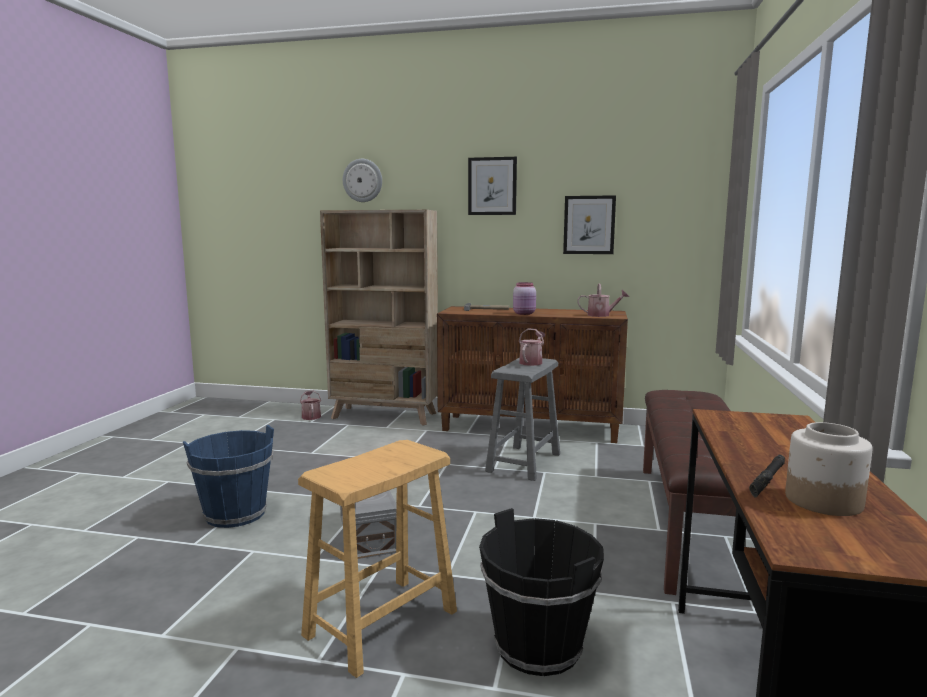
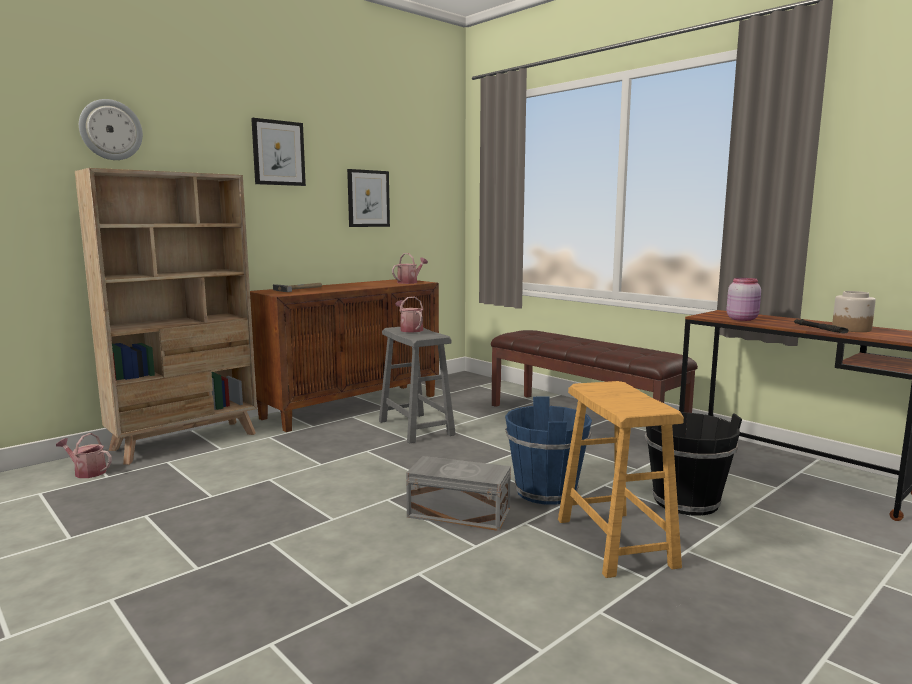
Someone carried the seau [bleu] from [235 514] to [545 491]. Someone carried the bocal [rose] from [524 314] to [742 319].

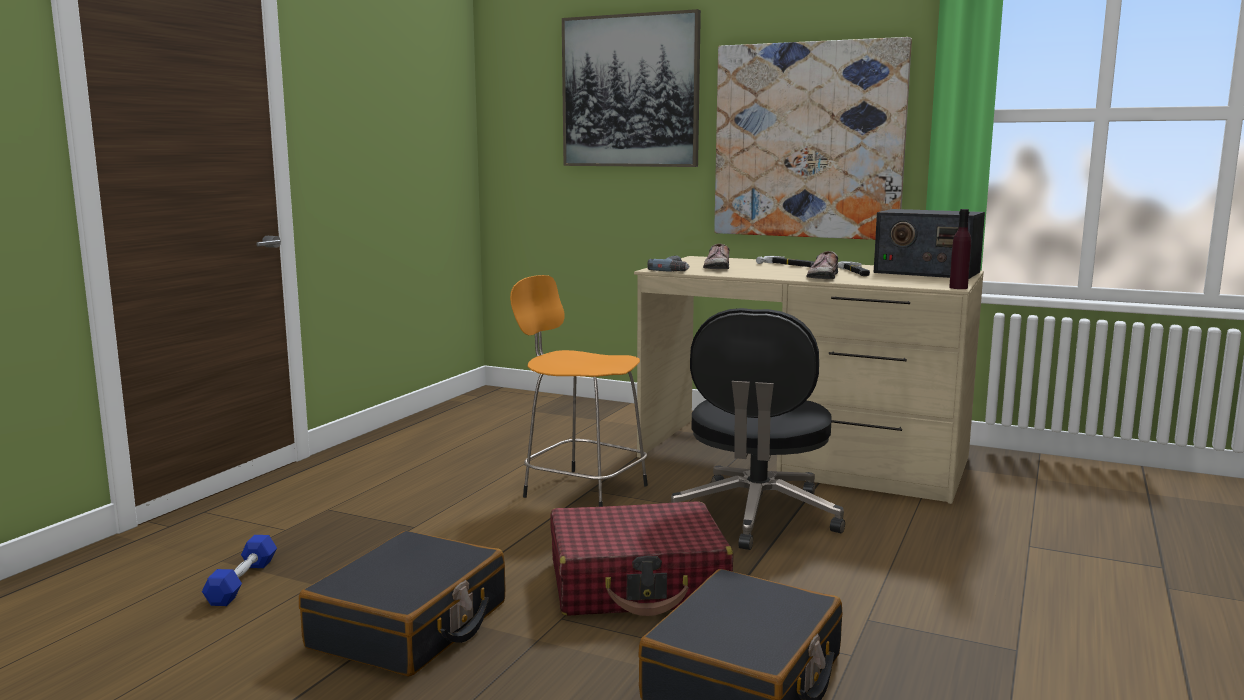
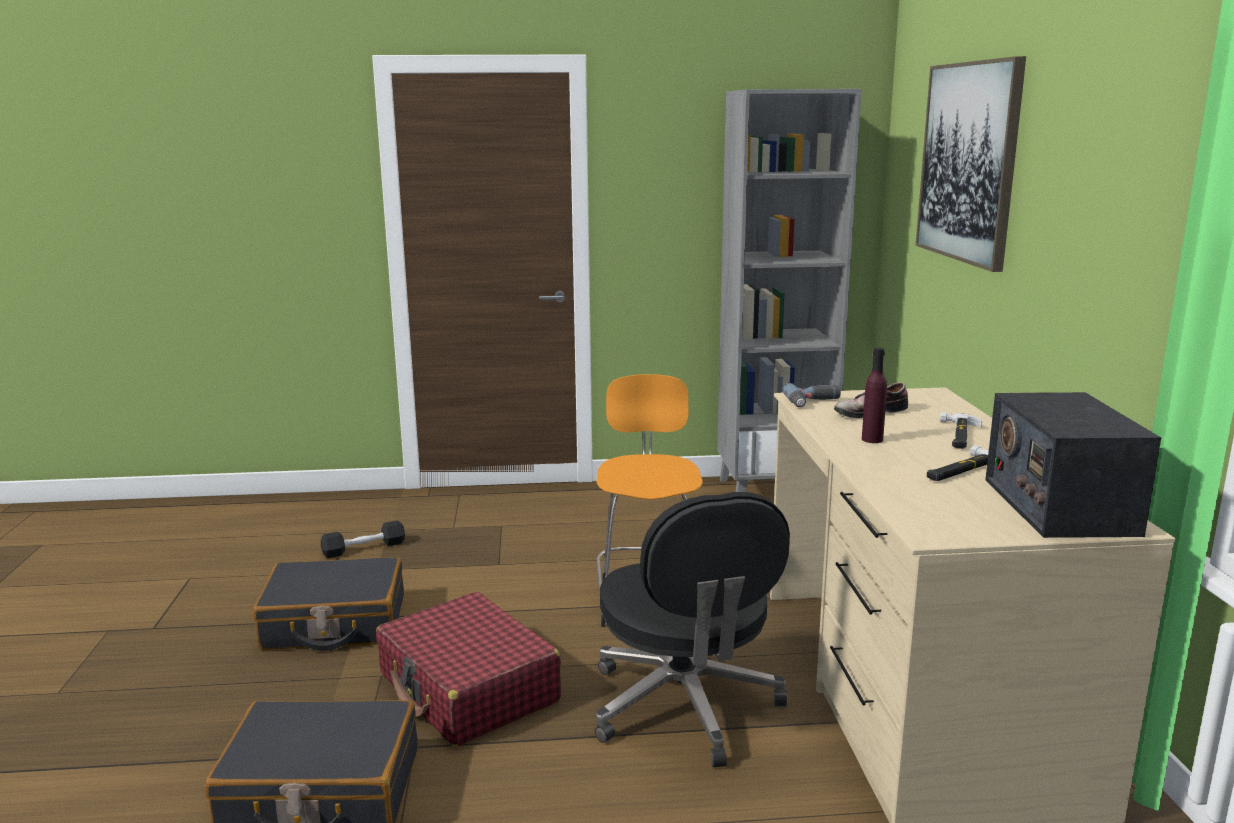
Someone repainted the haltère [bleu] at [242 581], which became the haltère [noir] at [364 548]. Someone rotated the chaise de bureau [noir] at [756 516] by 90 degrees counterclockwise. Someone put down the bibliothèque [gris] at [774 491]. Someone carried the bouteille [violet] from [958 288] to [872 439]. Someone took away the tableau at [808 141]. Someone took away the chaussure at [822 276].

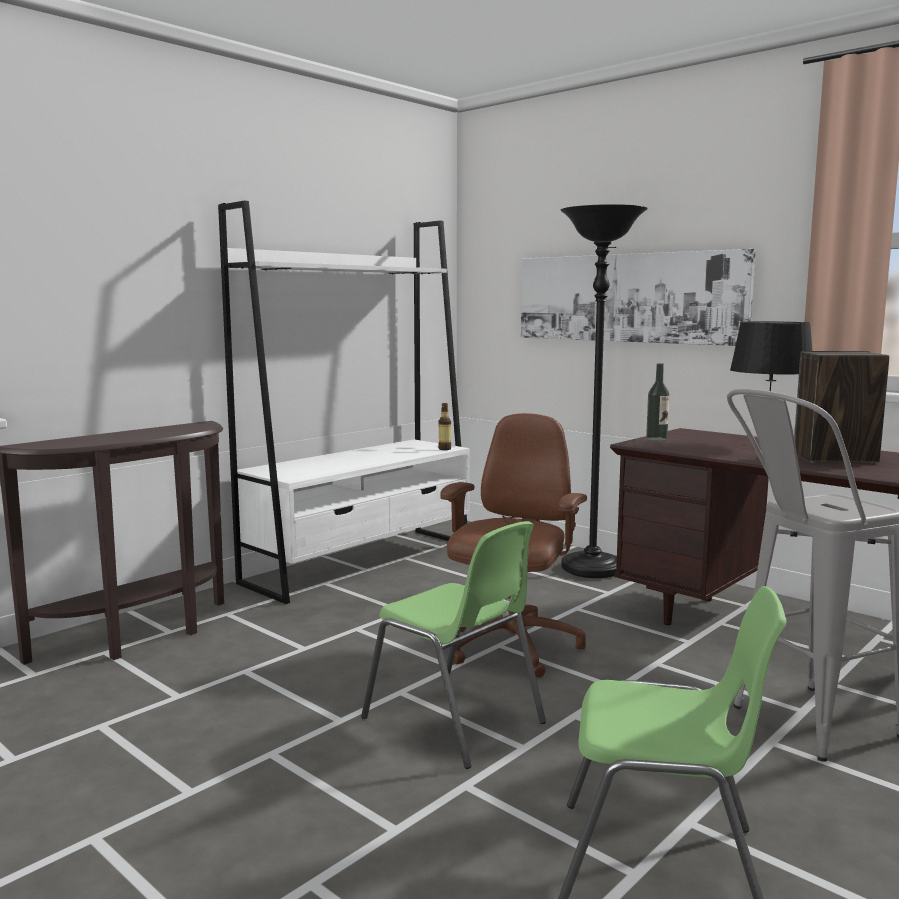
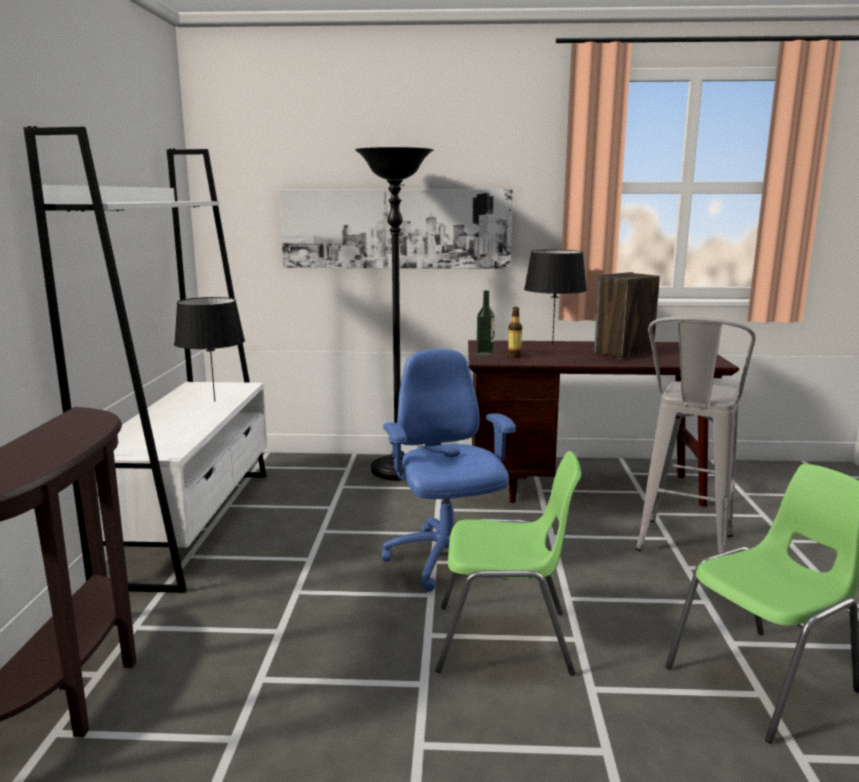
Someone put down the lampe de table [noir] at [214 401]. Someone repainted the chaise de bureau [marron] at [511 648], which became the chaise de bureau [bleu] at [446 560]. Someone carried the bouteille from [444 449] to [514 356].

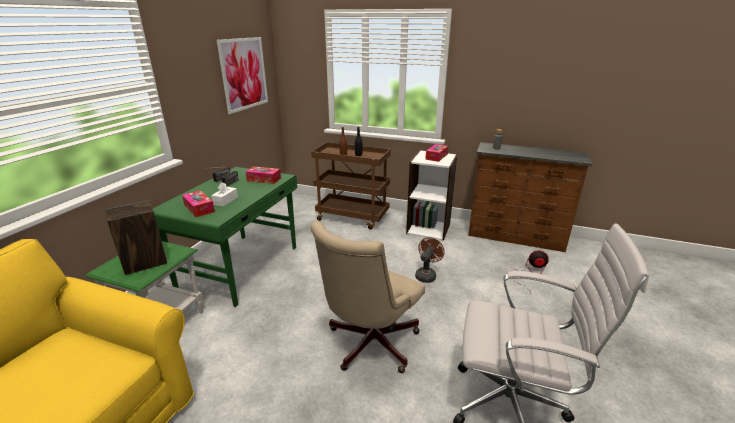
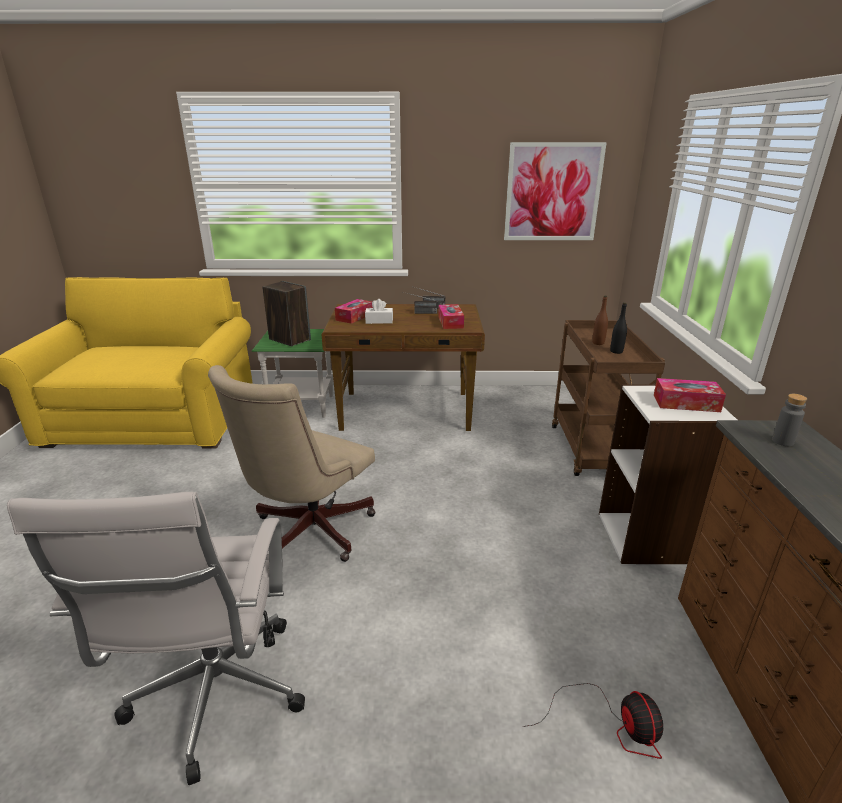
Someone rotated the chaise de bureau [beige] at [369 345] by 75 degrees counterclockwise. Someone repainted the bureau [vert] at [241 267], which became the bureau [marron] at [406 411]. Someone took away the ventilateur [marron] at [426 275].

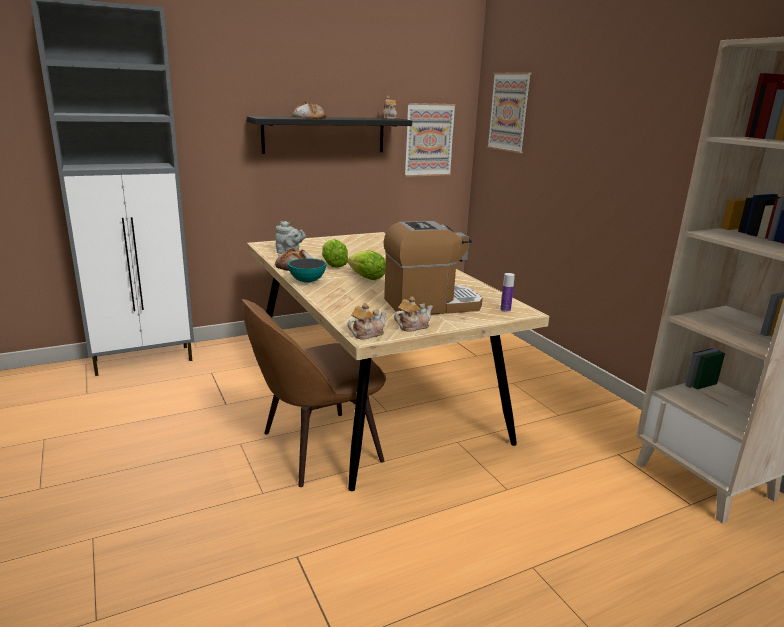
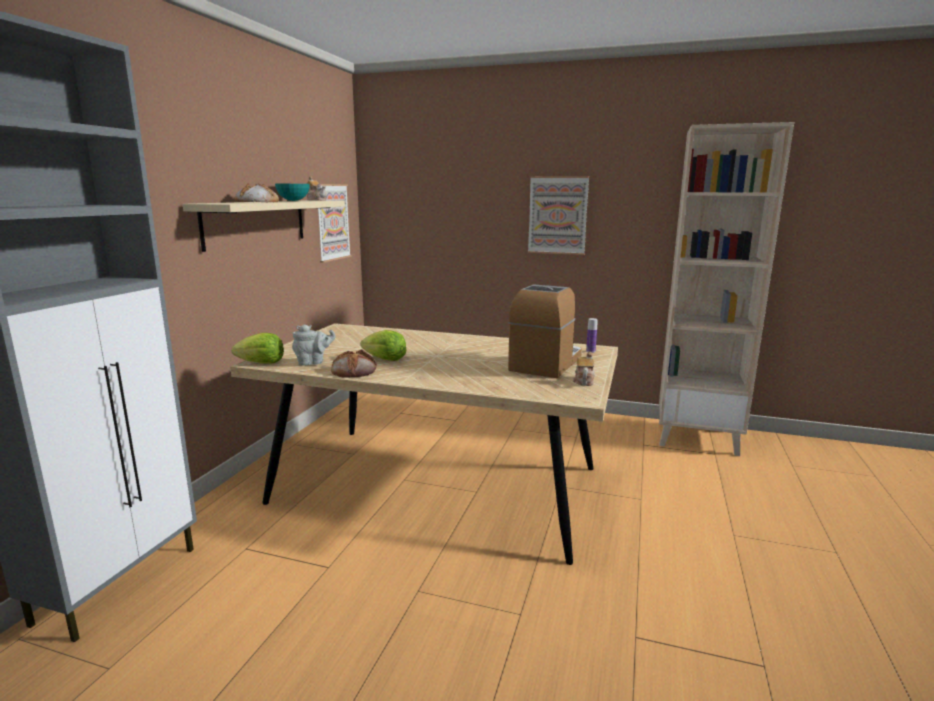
Someone repainted the étagère [noir] at [324 135], which became the étagère [beige] at [256 223]. Someone carried the laitue from [366 277] to [261 363]. Someone carried the bol from [307 281] to [293 201]. Someone carried the tableau from [509 112] to [557 215]. Someone took away the chaise [marron] at [316 448]. Someone took away the théière at [367 334].

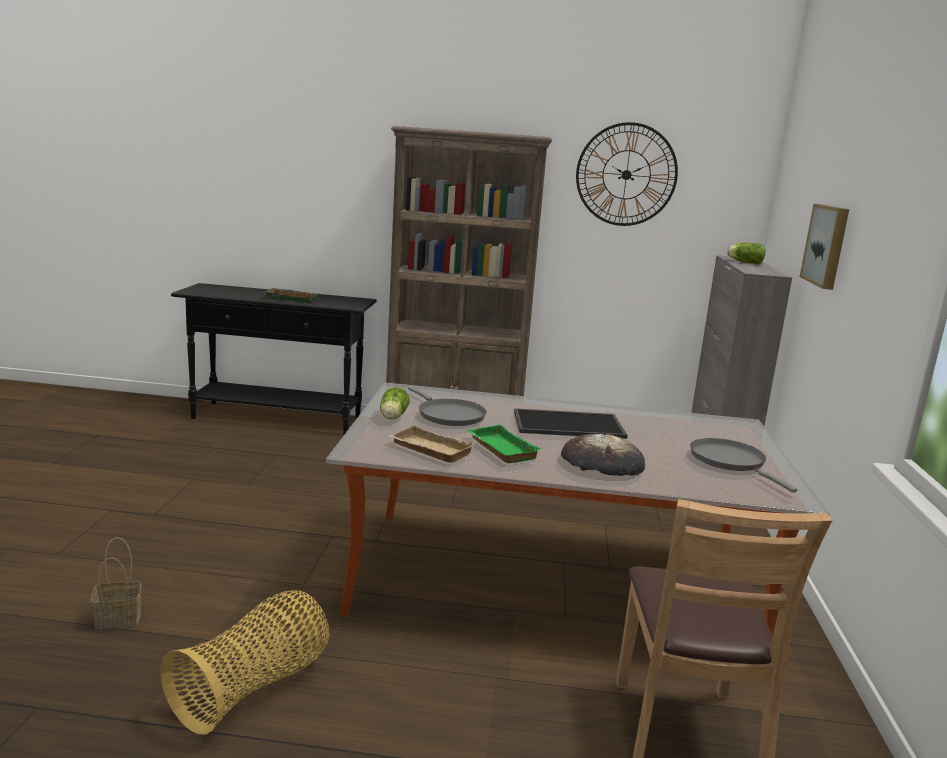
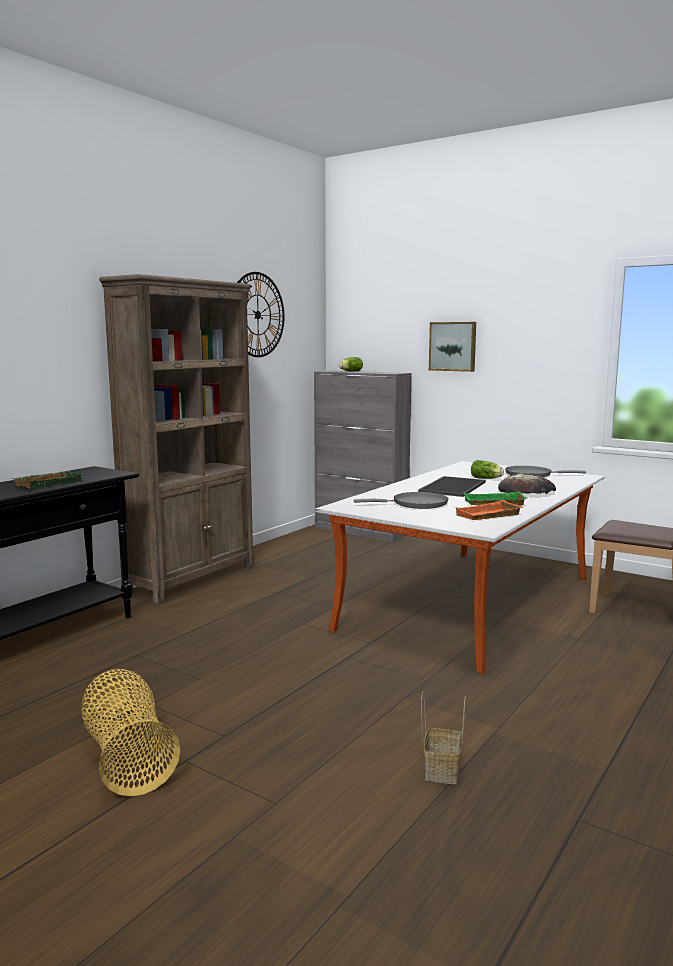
Someone carried the panier from [253 688] to [128 757]. Someone repainted the plateau [beige] at [428 449], which became the plateau [orange] at [488 516]. Someone carried the laitue from [392 417] to [487 479].

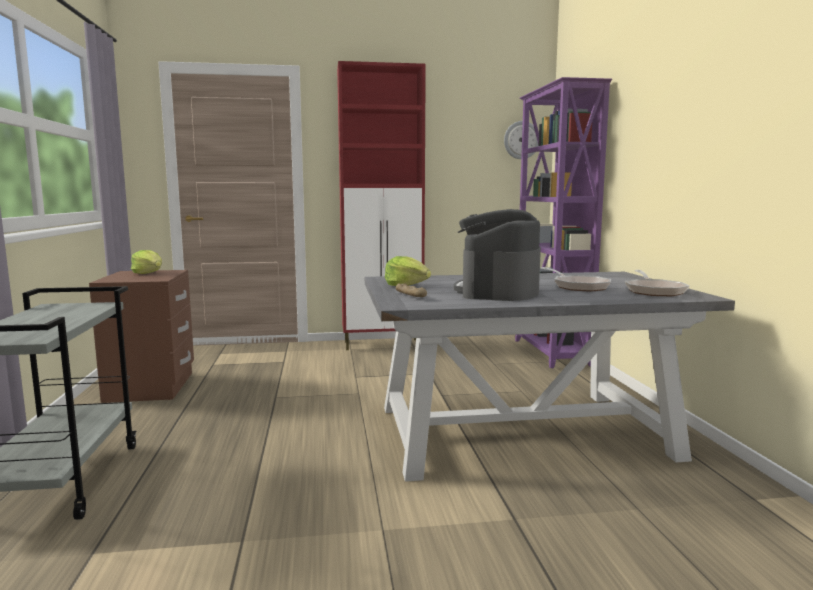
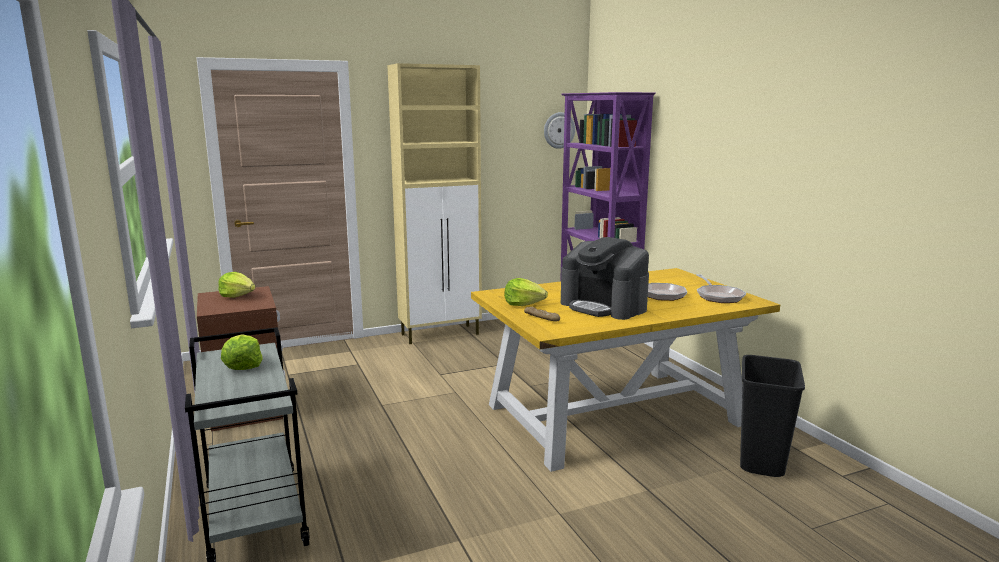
Someone put down the laitue at [243 365]. Someone repainted the meuble de rangement [rouge] at [383 344], which became the meuble de rangement [beige] at [441 334]. Someone repainted the table à manger [gris] at [522 431], which became the table à manger [jaune] at [615 414]. Someone rotated the machine à café at [497 291] by 45 degrees counterclockwise. Someone put down the poubelle [noir] at [762 462].

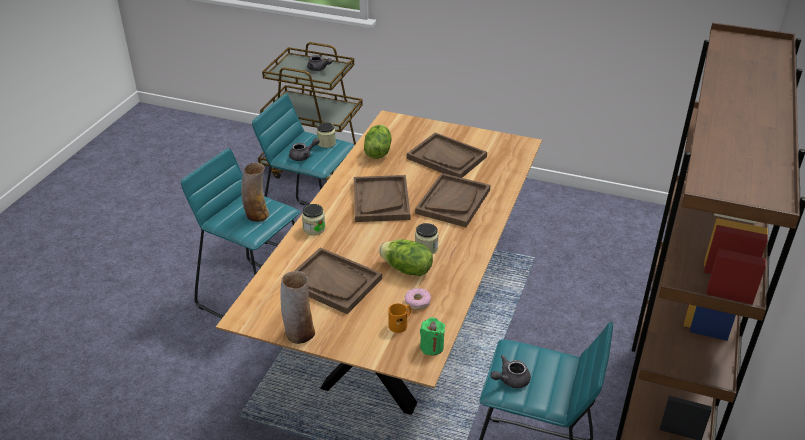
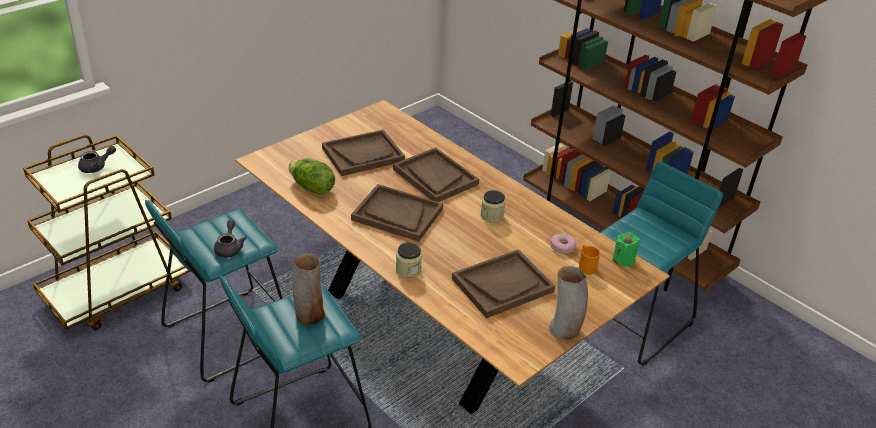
Someone took away the bocal at [326 143]. Someone took away the laitue at [406 269]. Someone took away the théière [gris] at [510 380].

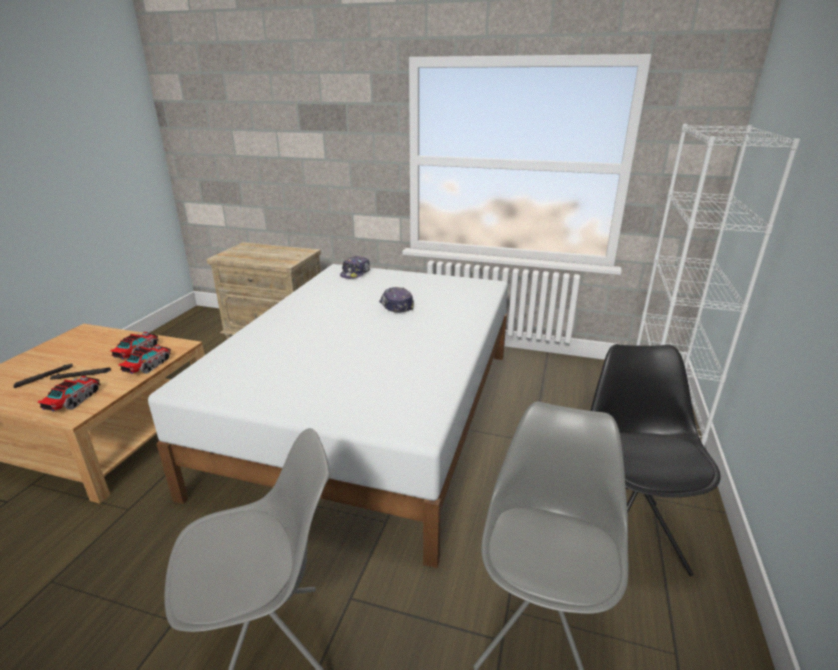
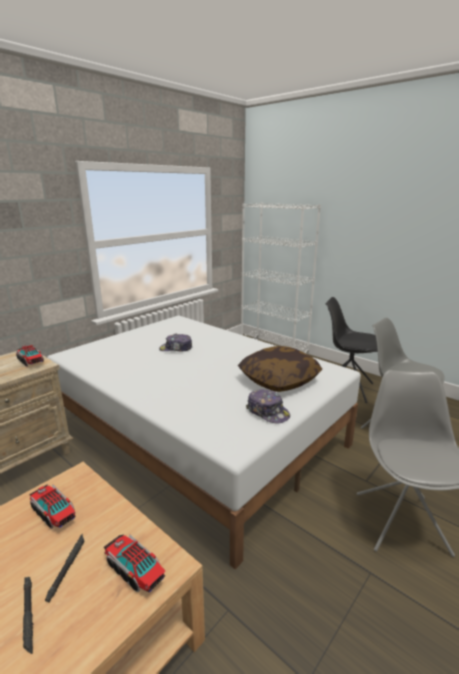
Someone carried the camion jouet from [148 366] to [30 361]. Someone put down the coussin at [279 380]. Someone carried the casquette from [355 273] to [268 412].

